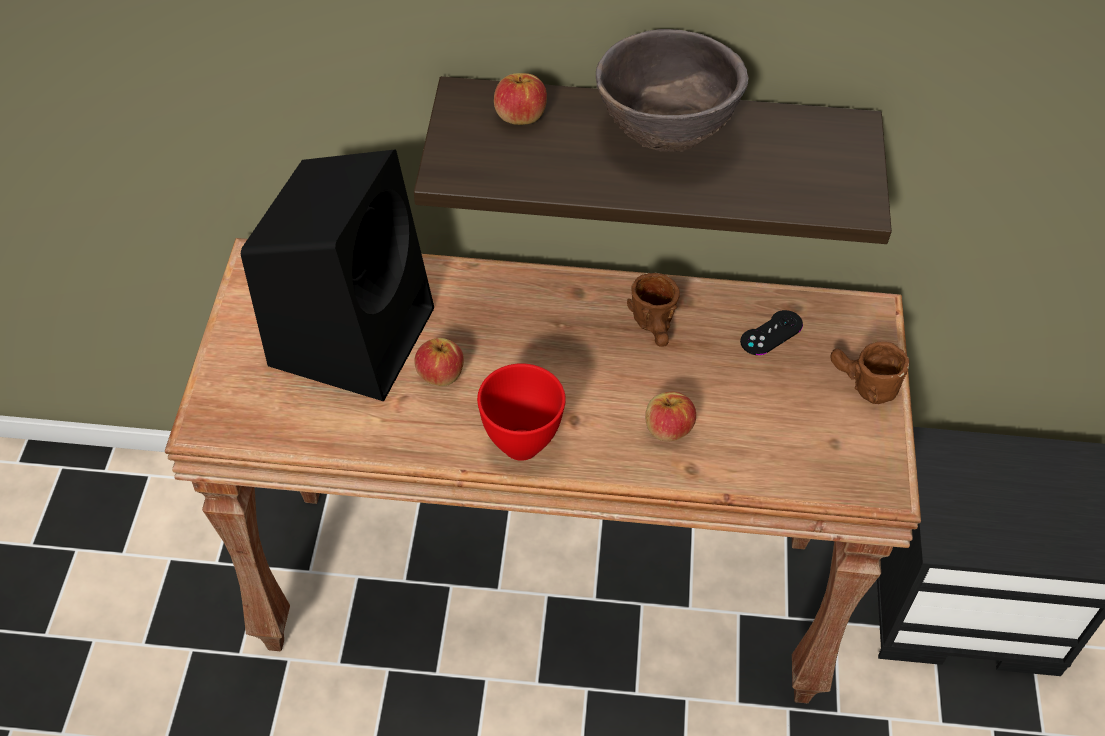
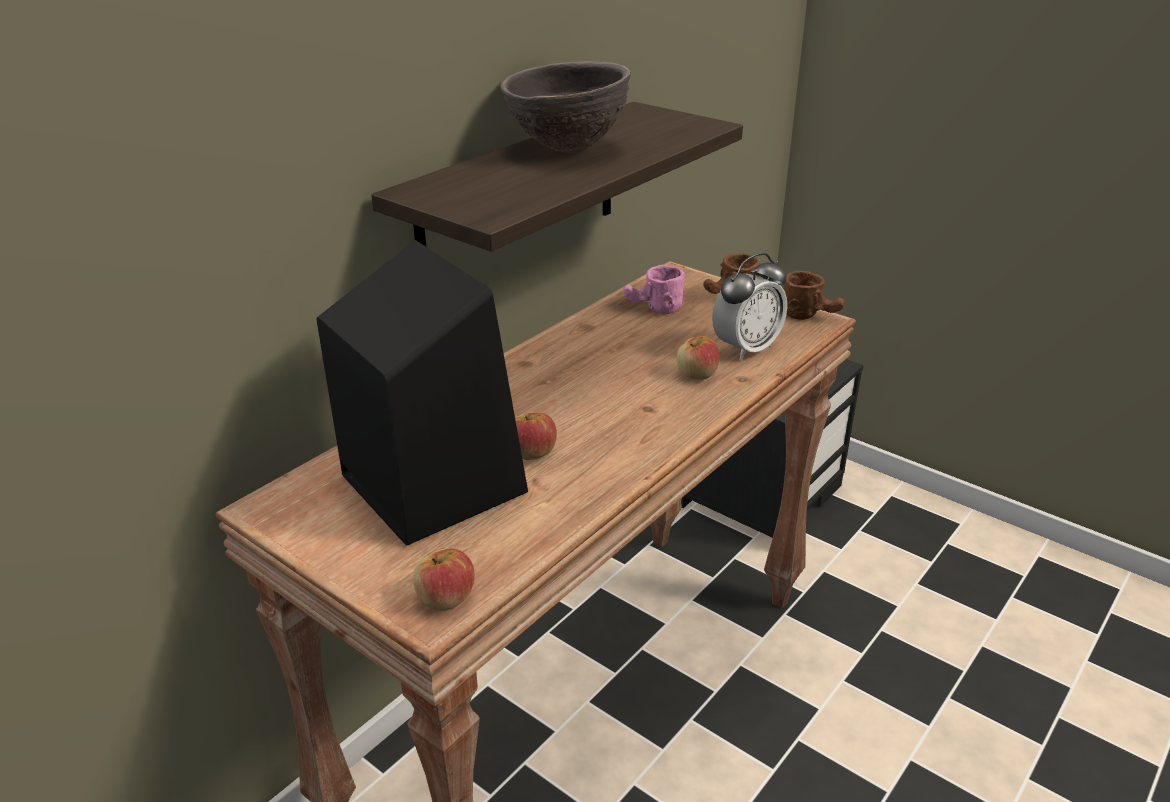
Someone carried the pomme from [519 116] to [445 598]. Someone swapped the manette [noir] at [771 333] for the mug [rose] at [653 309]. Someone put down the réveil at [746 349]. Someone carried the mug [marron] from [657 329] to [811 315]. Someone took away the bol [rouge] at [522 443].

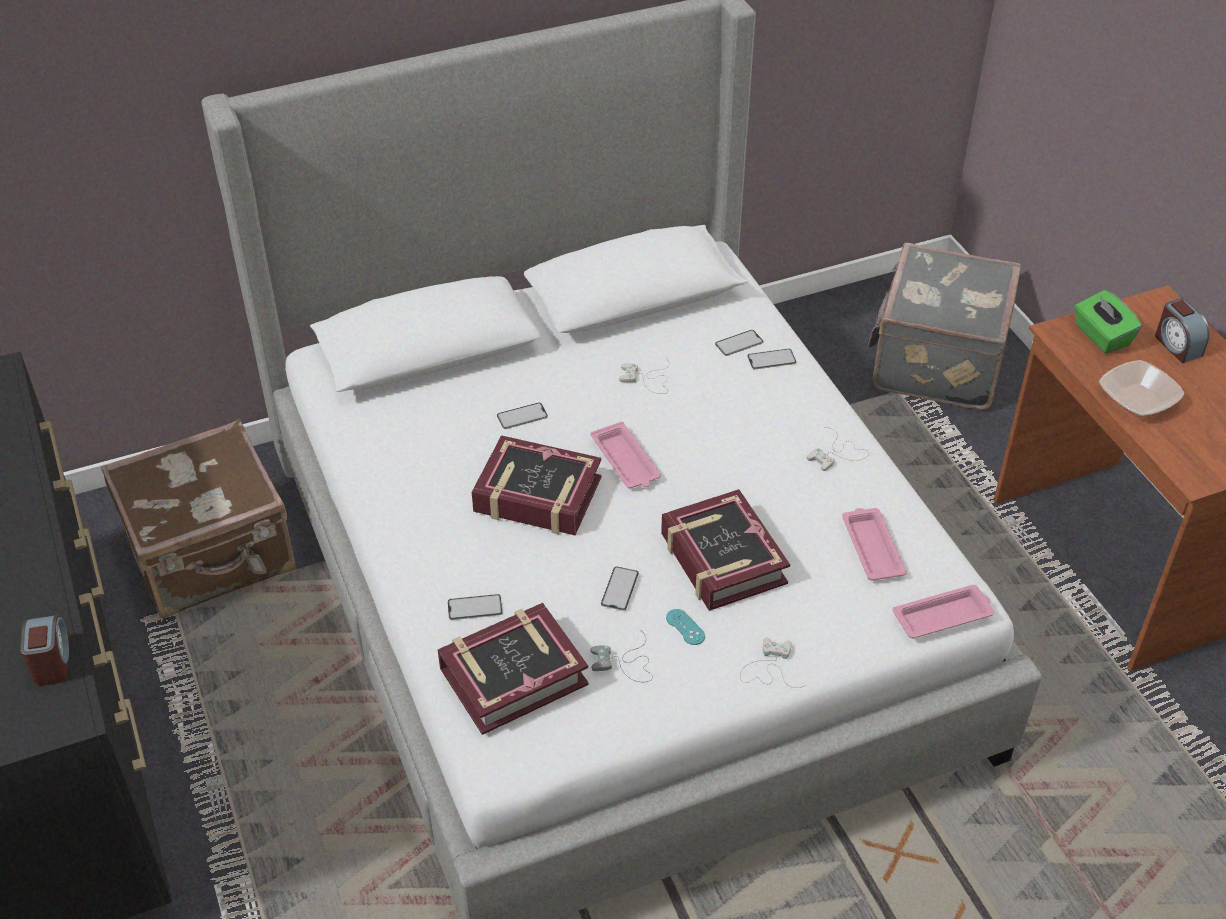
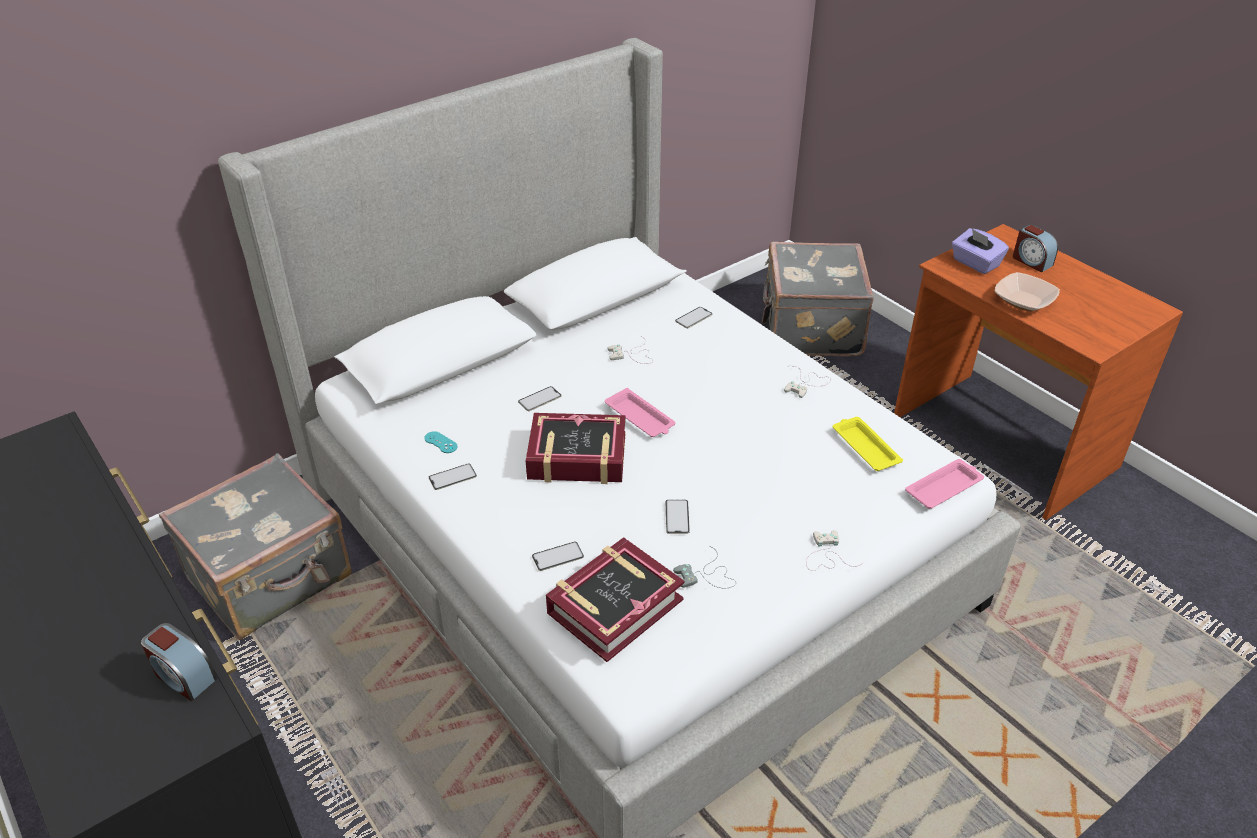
Someone rotated the réveil at [52 661] by 150 degrees clockwise. Someone repainted the valise [marron] at [212 556], which became the valise [gris] at [272 578]. Someone carried the manette [turquoise] from [685 627] to [440 442]. Someone carried the téléphone from [771 359] to [452 477]. Someone repainted the plateau [rose] at [872 547], which became the plateau [jaune] at [864 447]. Someone repainted the boîte à mouchoirs [vert] at [1101 336], which became the boîte à mouchoirs [violet] at [975 263]. Someone took away the livre at [722 559].

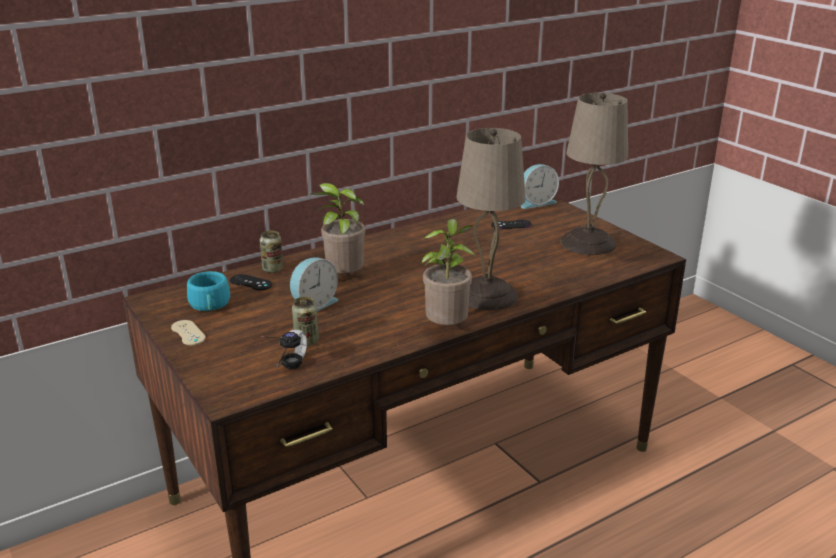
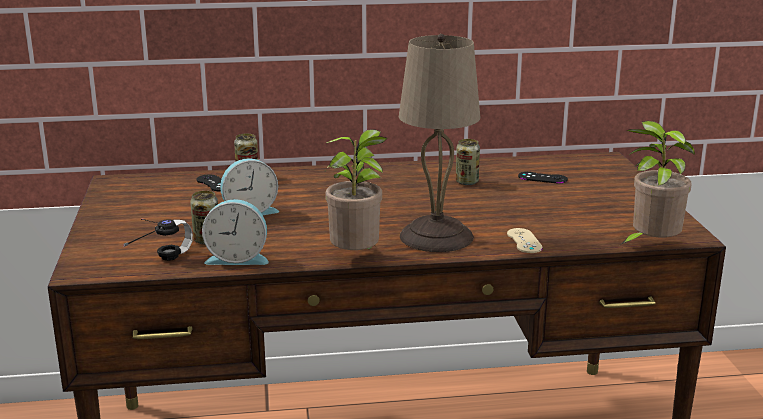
Someone carried the réveil from [536 202] to [237 258]. Someone put down the boîte métallique at [467 182]. Someone carried the manette [beige] from [188 333] to [524 241]. Someone carried the plante en pot from [342 280] to [650 246]. Someone took away the tasse [turquoise] at [210 305]. Someone took away the lampe de table [beige] at [587 242].

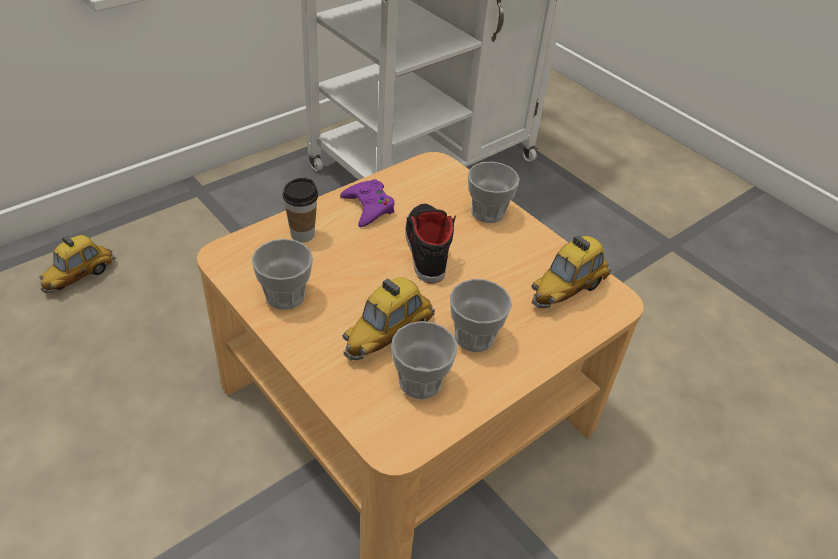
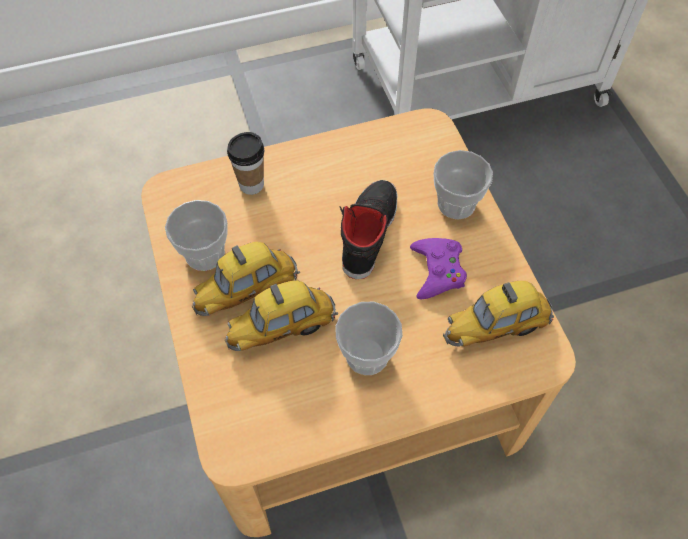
Someone carried the petite voiture from [79 277] to [246 291]. Someone carried the manette [violet] from [368 207] to [437 271]. Someone took away the tasse at [420 382].

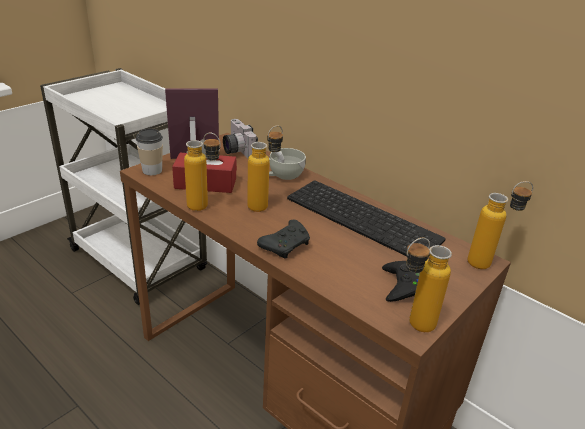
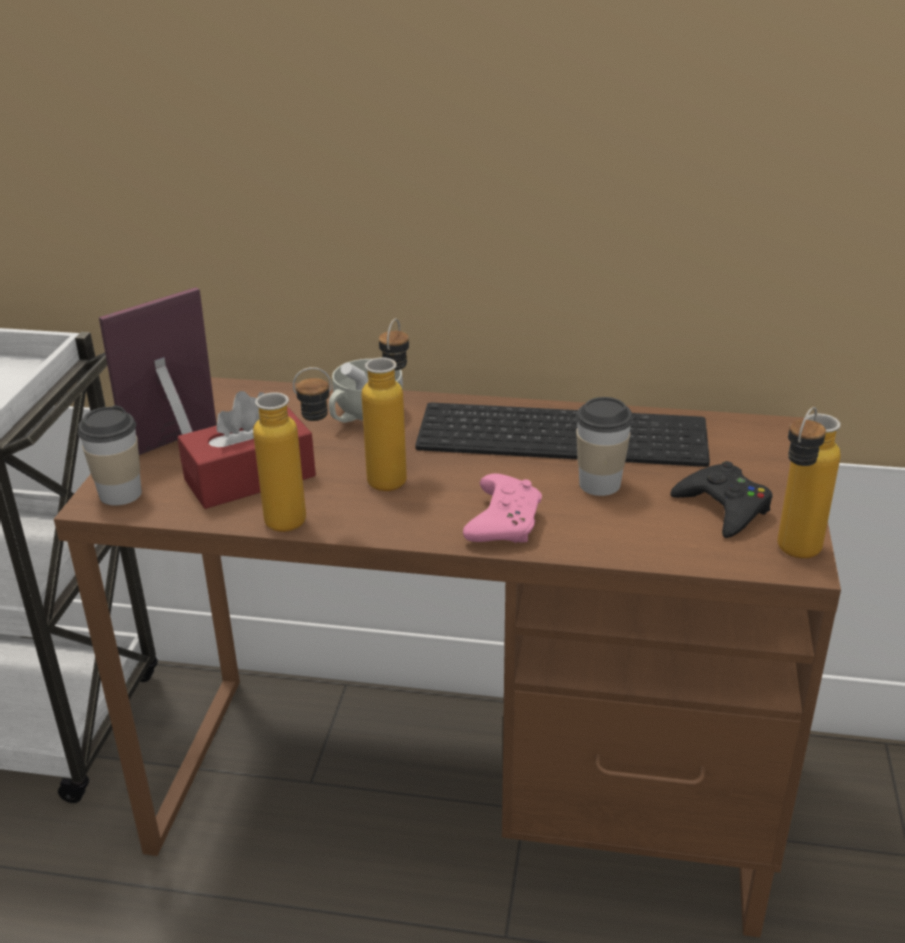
Someone repainted the manette [noir] at [286 245], which became the manette [rose] at [503 522]. Someone put down the tasse at [599 484]. Someone took away the appareil photo at [236 150]. Someone took away the bouteille at [487 263].

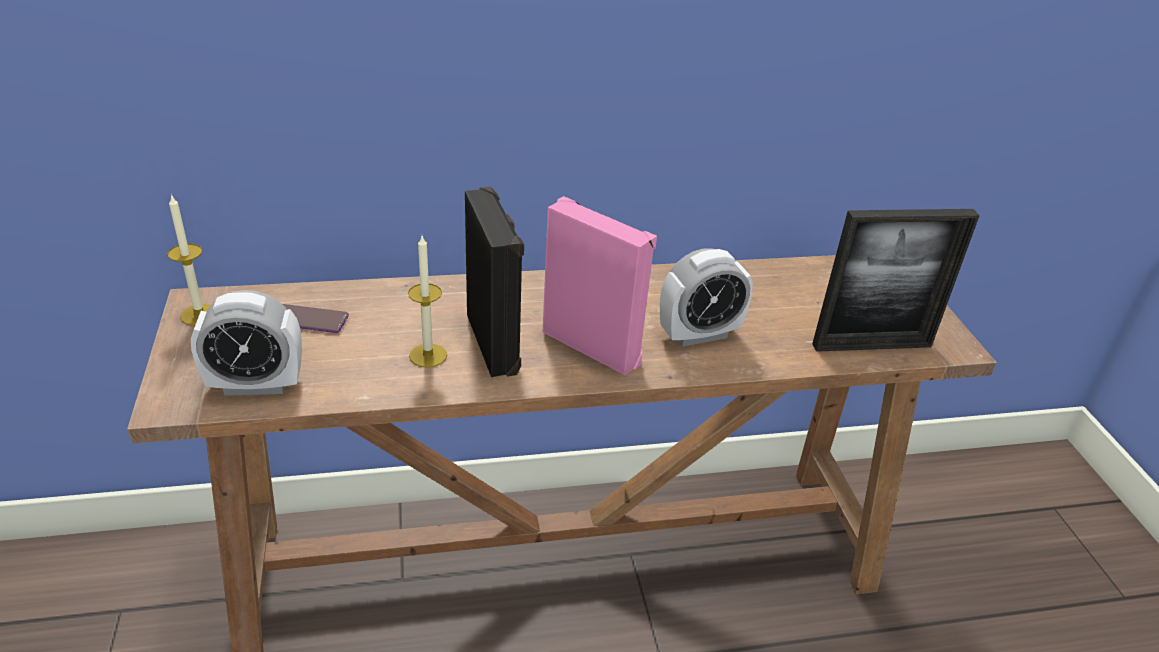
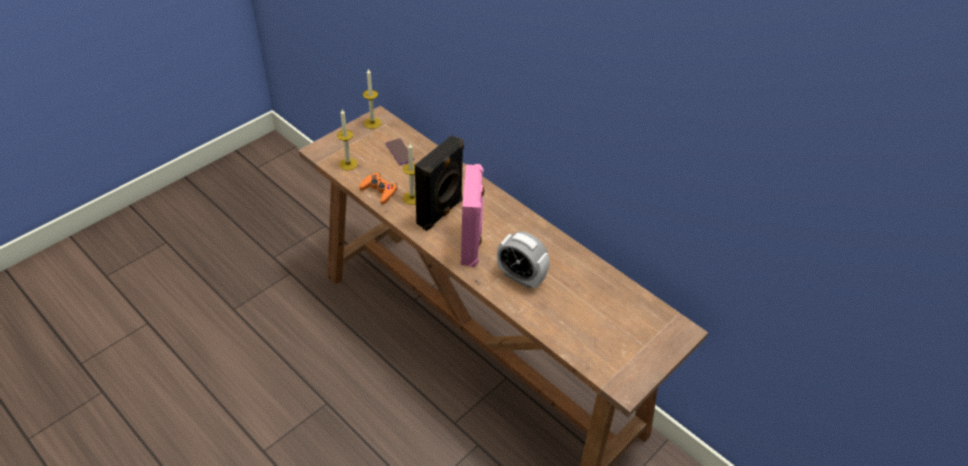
Someone swapped the réveil at [256 385] for the bougie at [348 164]. Someone put down the manette [orange] at [379 191]. Someone took away the cadre photo at [872 345].

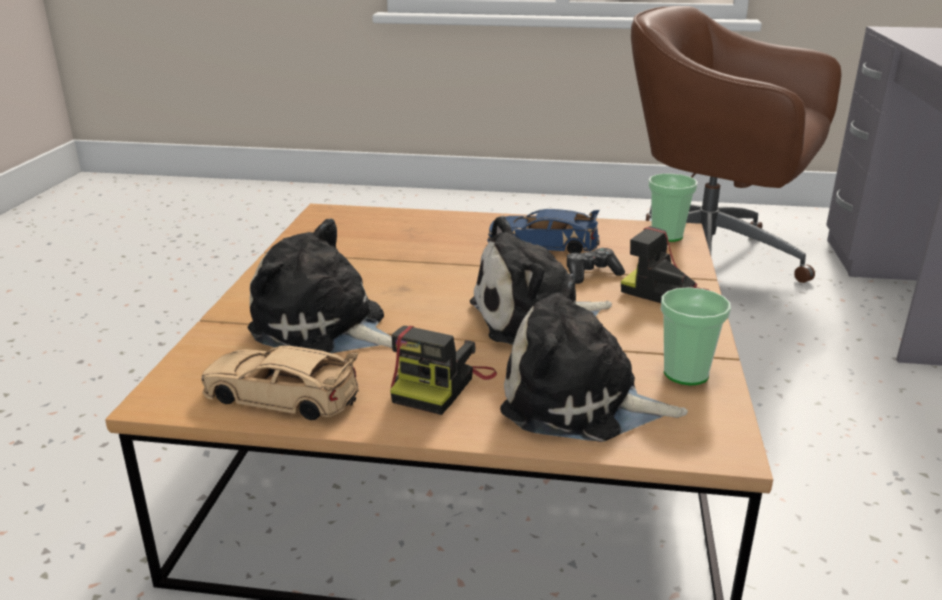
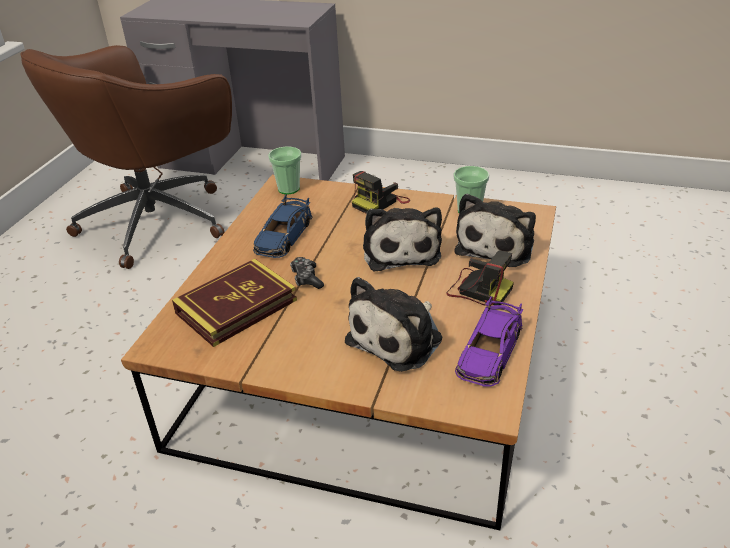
Someone put down the livre at [236 306]. Someone carried the manette from [591 274] to [307 278]. Someone repainted the petite voiture [beige] at [282 396], which became the petite voiture [violet] at [489 352].

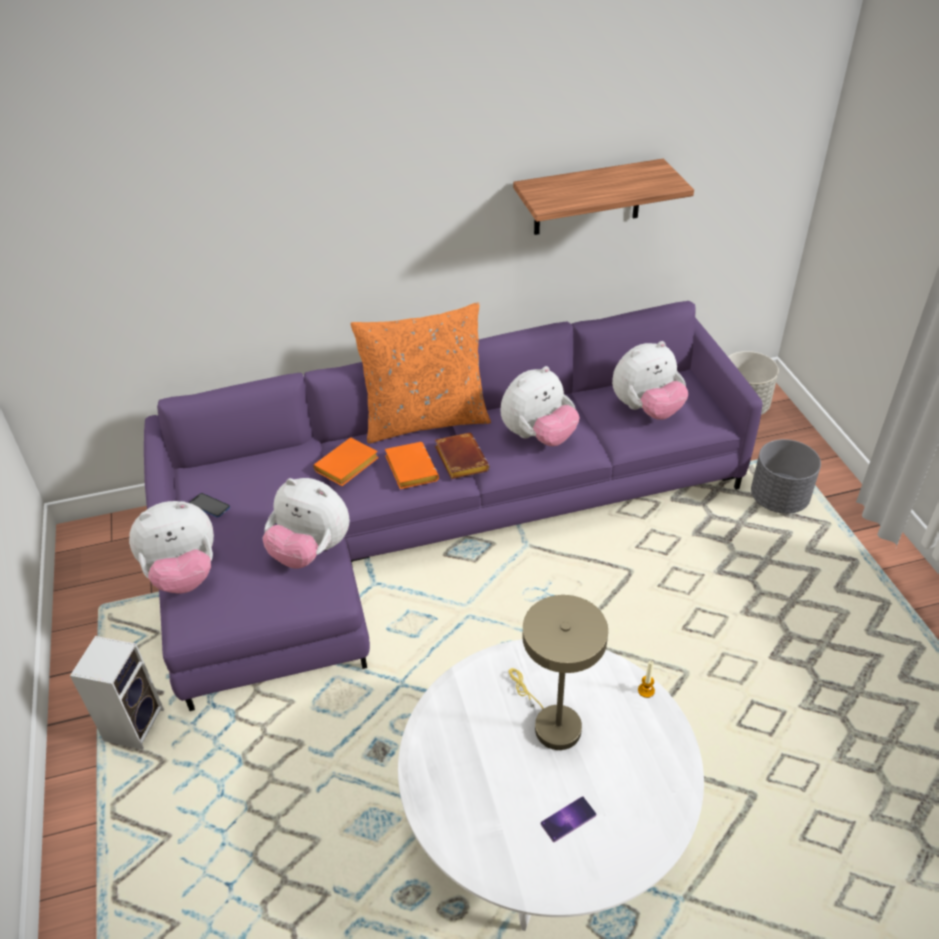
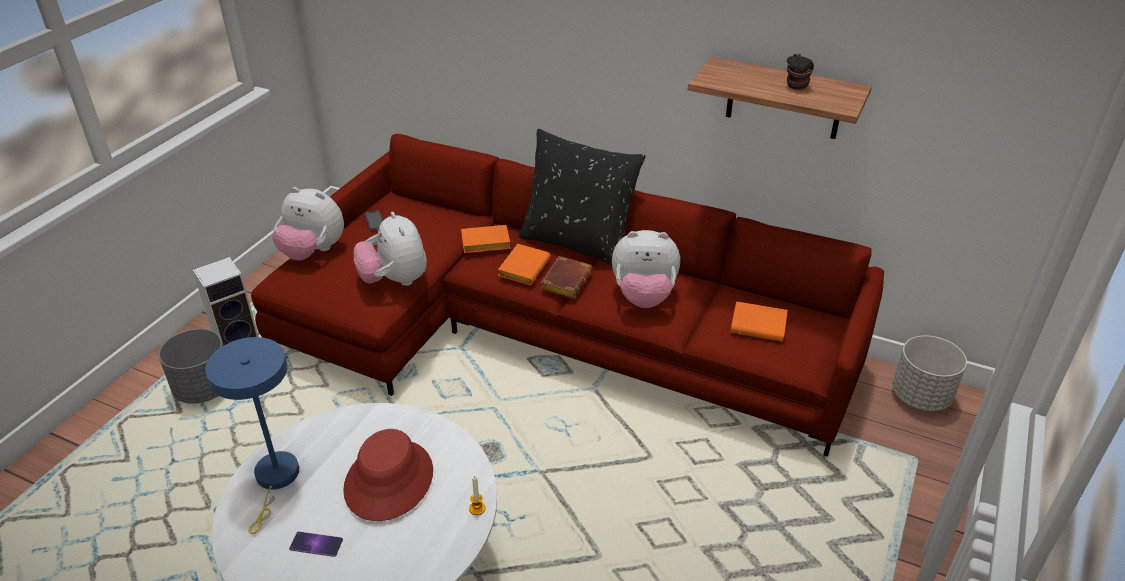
Someone carried the cache-pot [gris] from [778 499] to [204 389]. Someone put down the lampe de table [bleu] at [275 479]. Someone repainted the canapé [violet] at [433 522], which became the canapé [rouge] at [548 333]. Someone swapped the lampe de table [beige] at [551 723] for the chapeau [rouge] at [388 480]. Someone repainted the coussin [orange] at [425 420], which became the coussin [noir] at [578 243]. Someone swapped the peluche at [646 409] for the livre [orange] at [760 325]. Someone put down the mug at [796 84].

